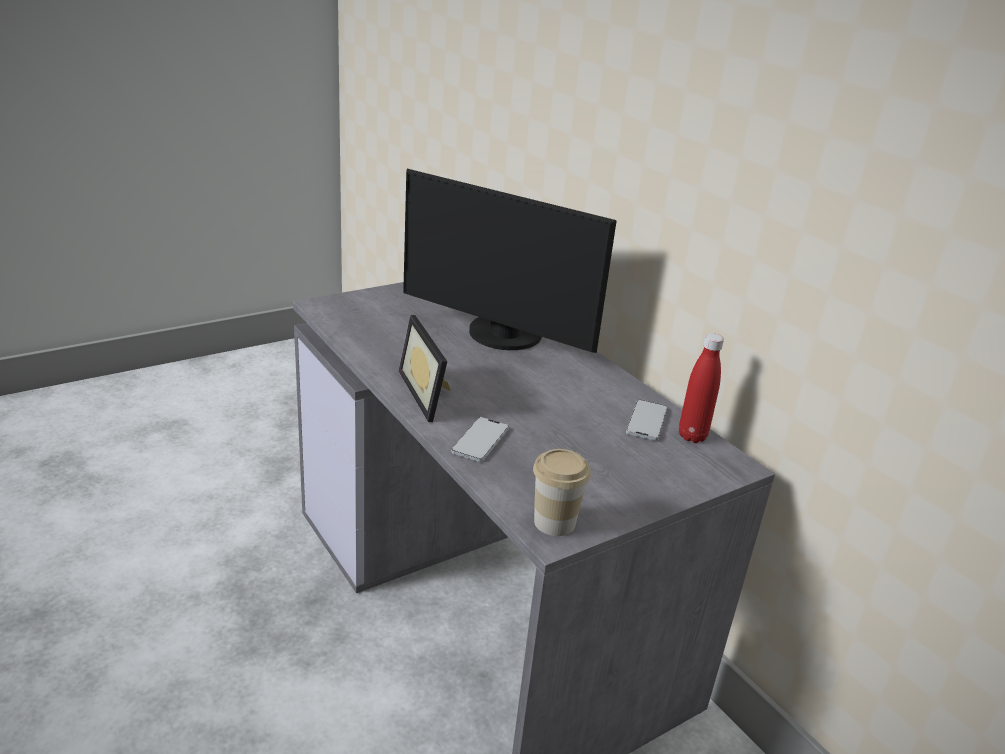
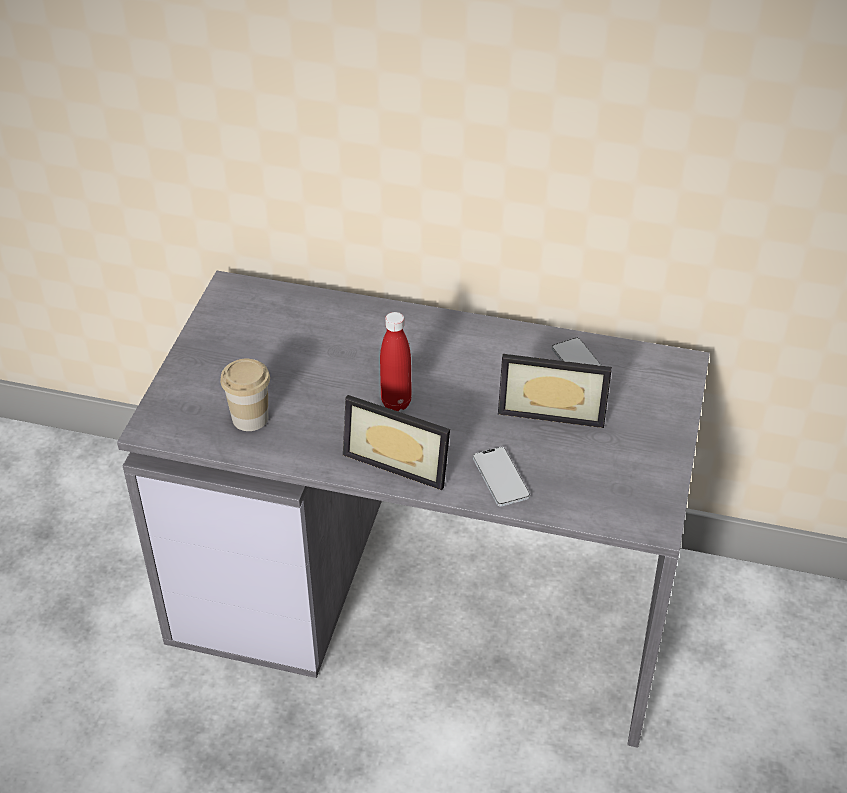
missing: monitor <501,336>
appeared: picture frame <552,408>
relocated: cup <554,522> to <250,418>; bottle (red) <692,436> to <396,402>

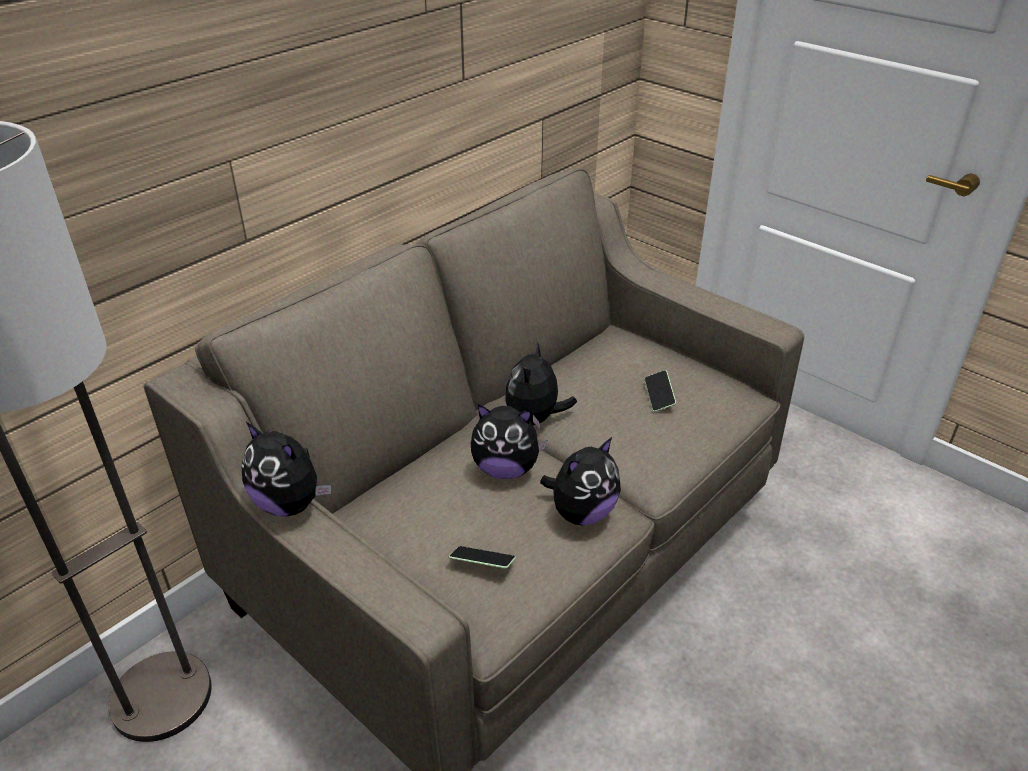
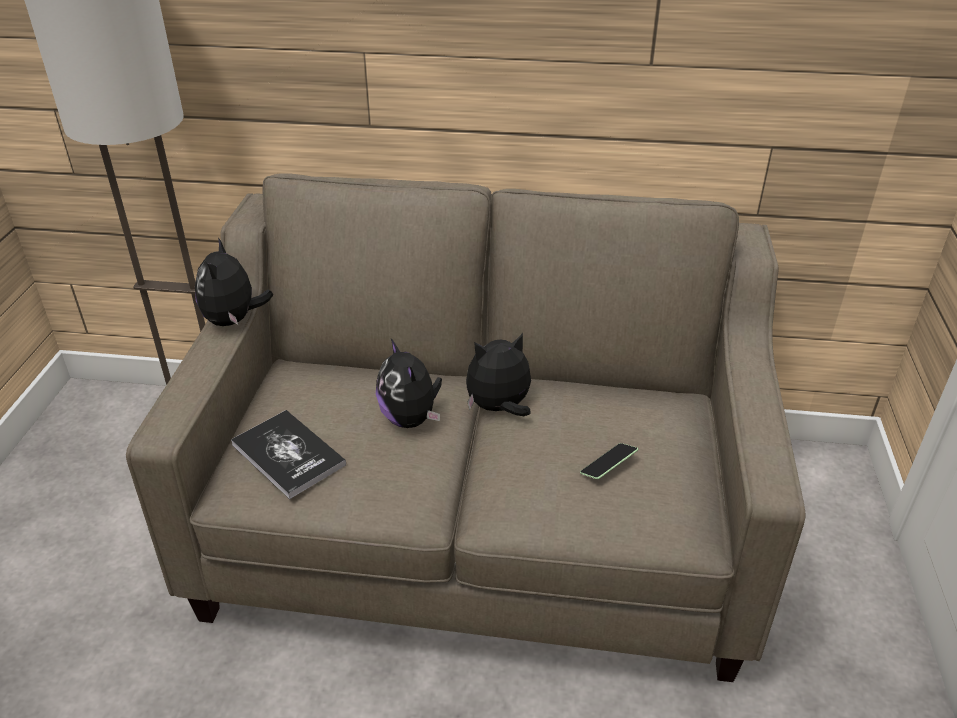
missing: plush toy <582,512>
exchanged: phone <482,563> to book <288,455>

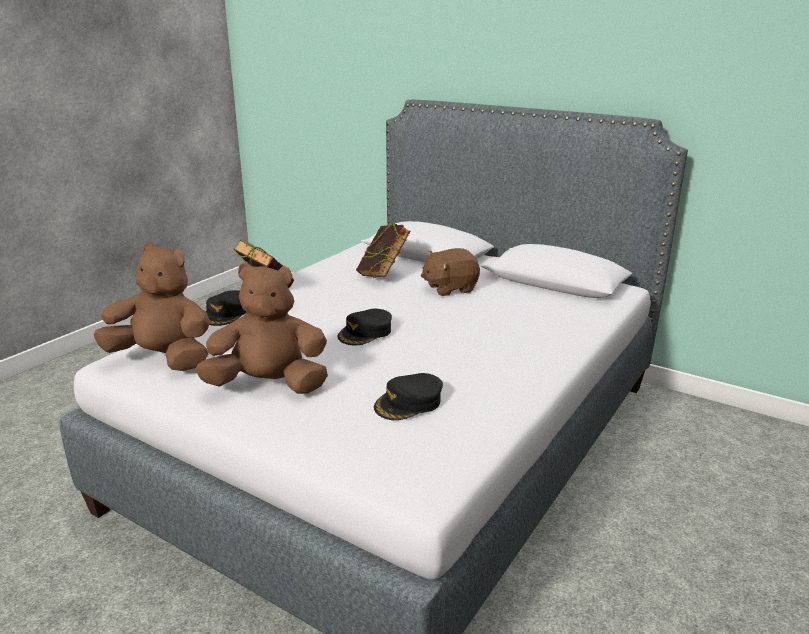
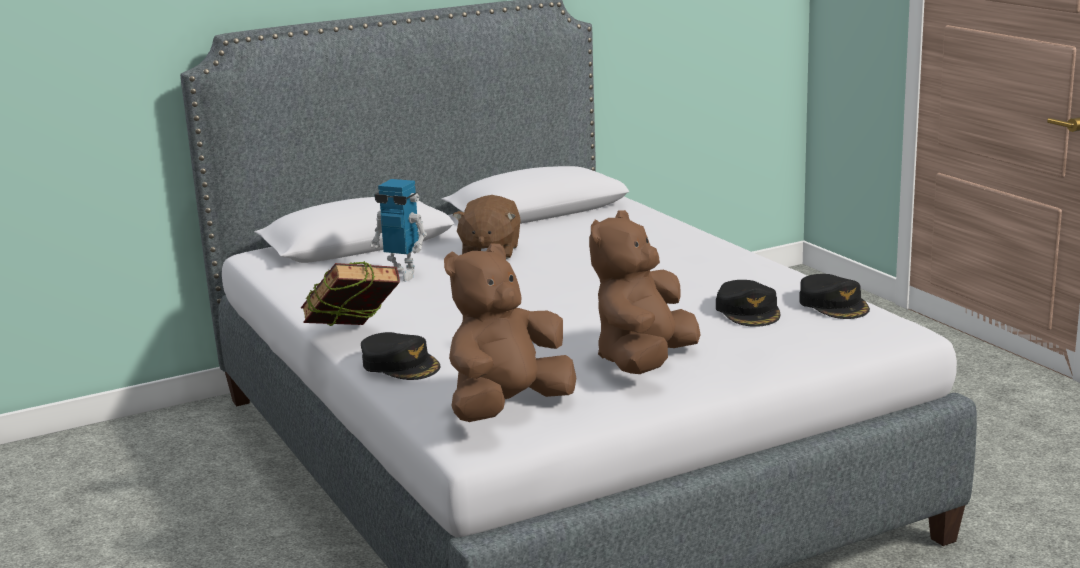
relocated: cap (black) <365,333> to <834,305>
exchanged: book <383,276> to toy robot <401,273>

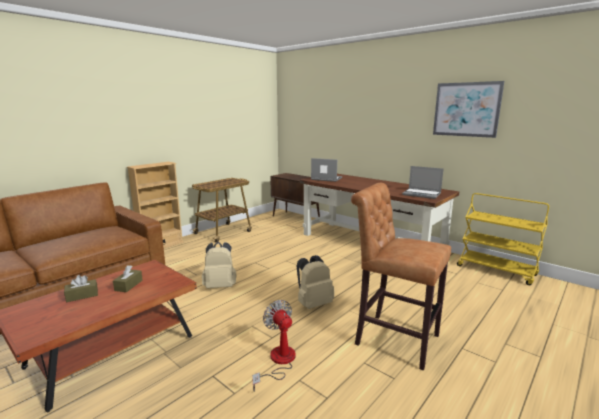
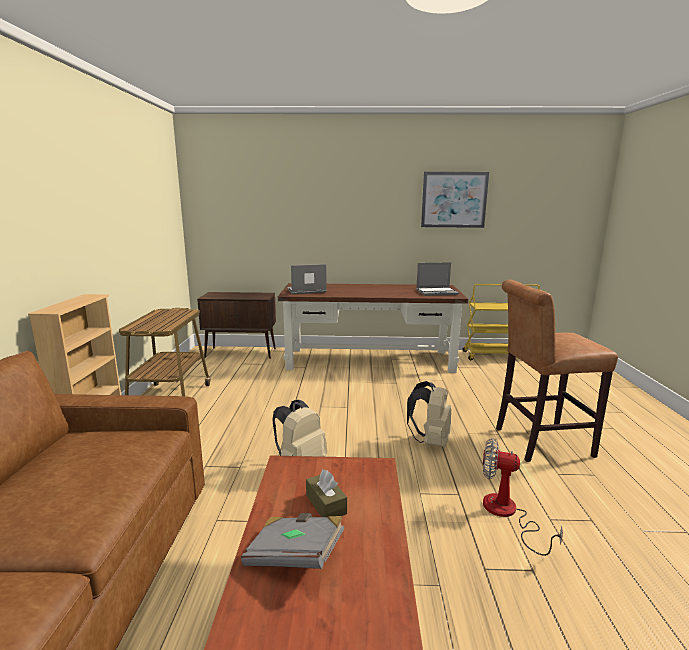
exchanged: tissue box (brown) <82,295> to book (grey) <295,556>

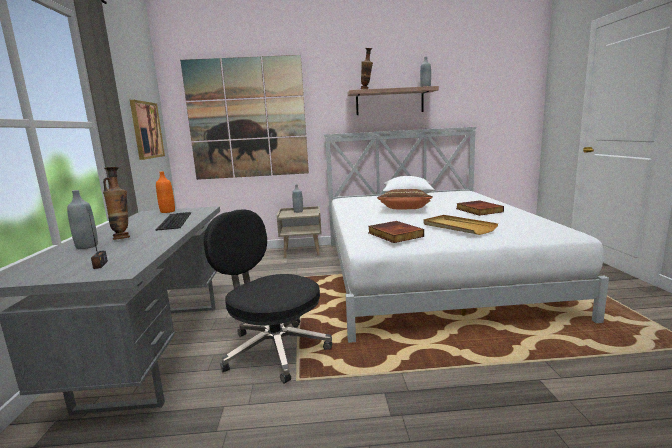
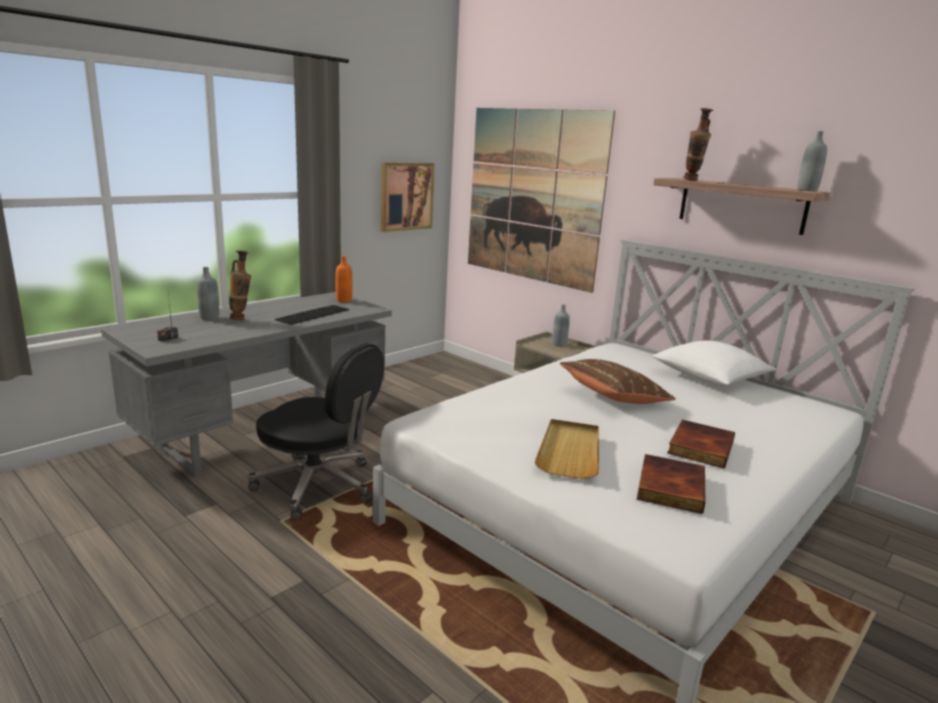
relocated: book <394,234> to <669,486>
spun: office chair (black) <273,349> = <318,486> 120 degrees clockwise

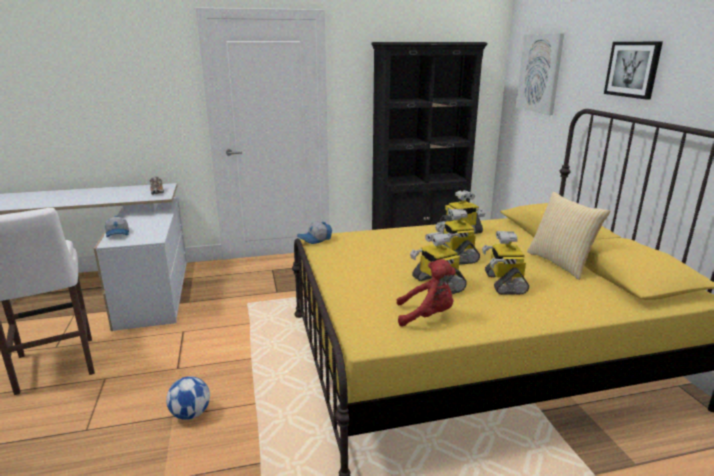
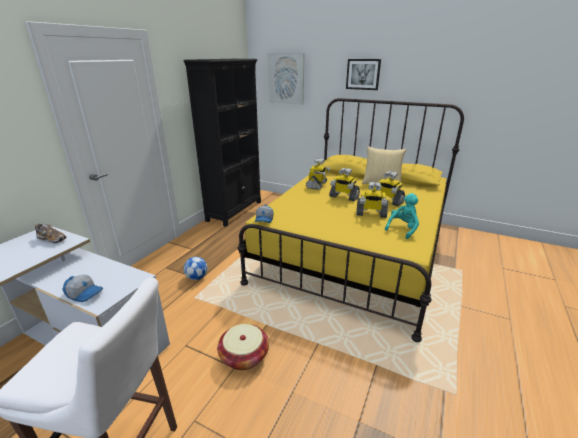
appeared: basket <244,356>
relocated: football <191,414> to <197,277>
colour: plush toy (red) <427,316> to plush toy (turquoise) <402,229>

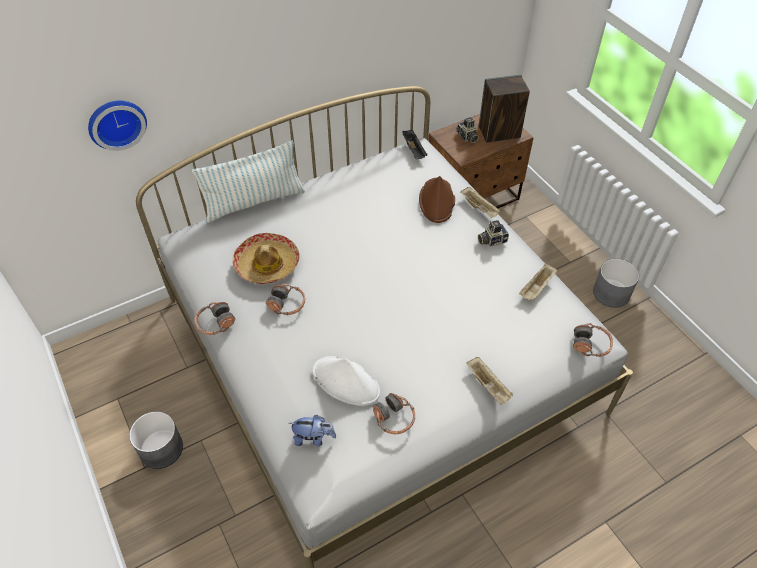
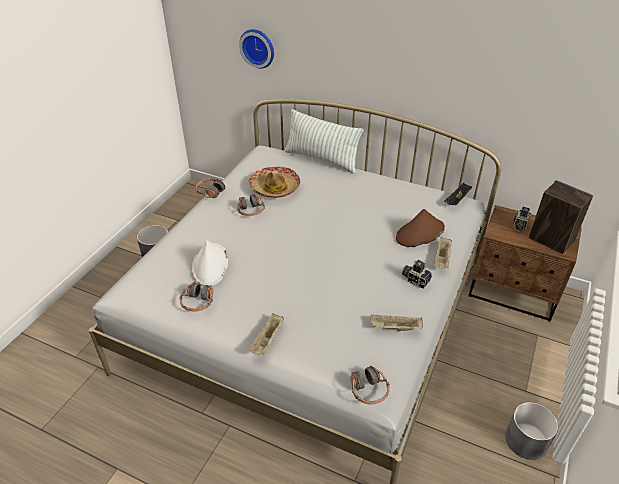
missing: plush toy <313,438>

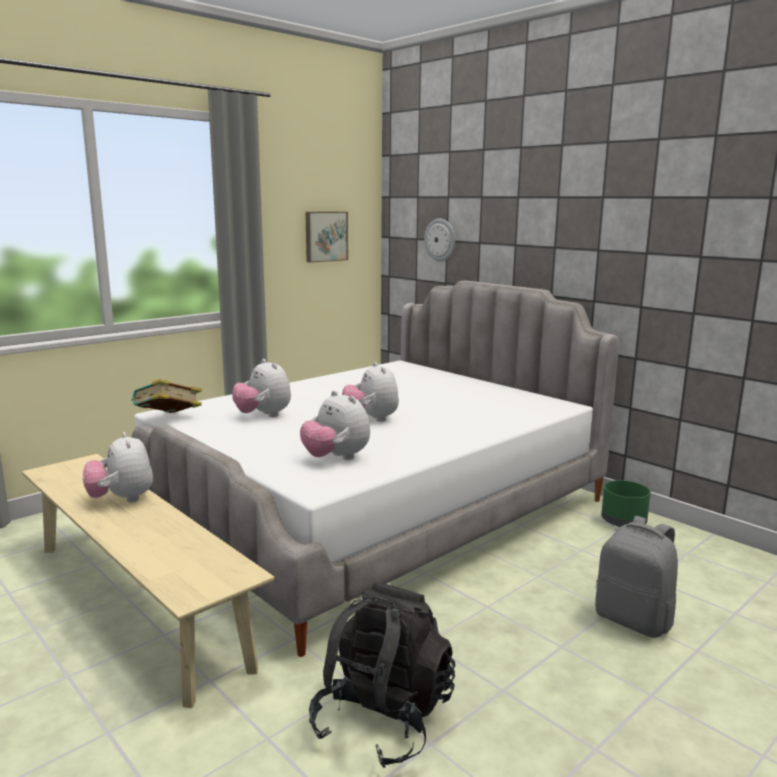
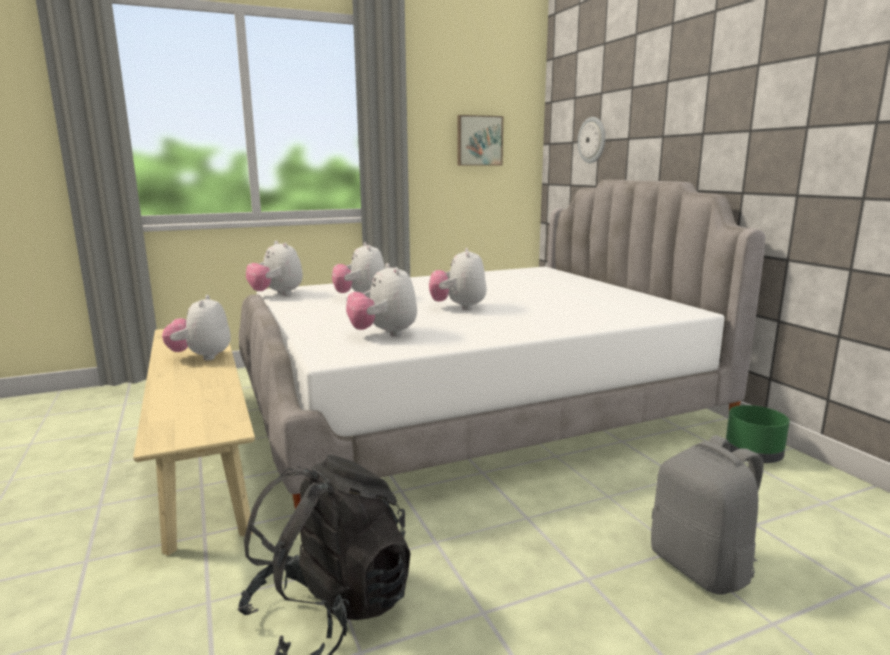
exchanged: book <168,419> to plush toy <277,295>

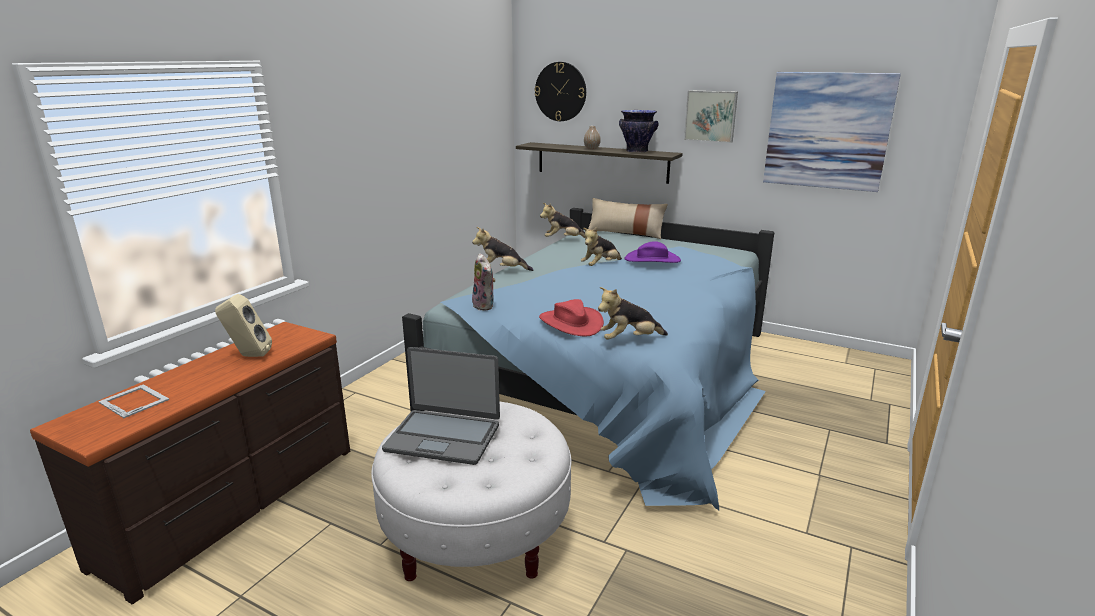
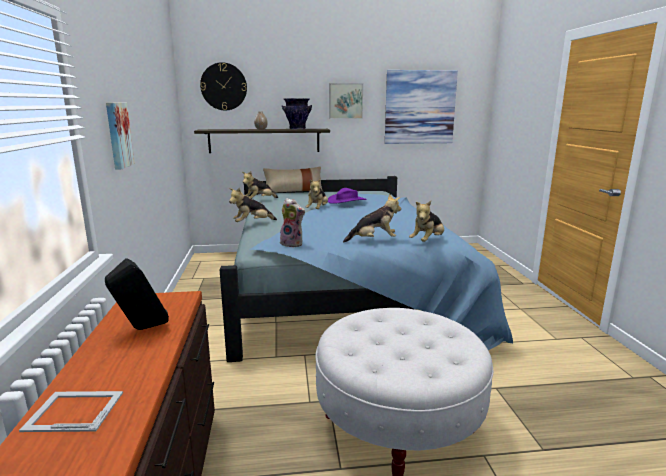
missing: laptop <443,437>
appeared: picture <117,135>
exchanged: hat (red) <570,323> to plush toy <374,240>
colour: speaker (beige) <248,356> to speaker (black) <141,329>

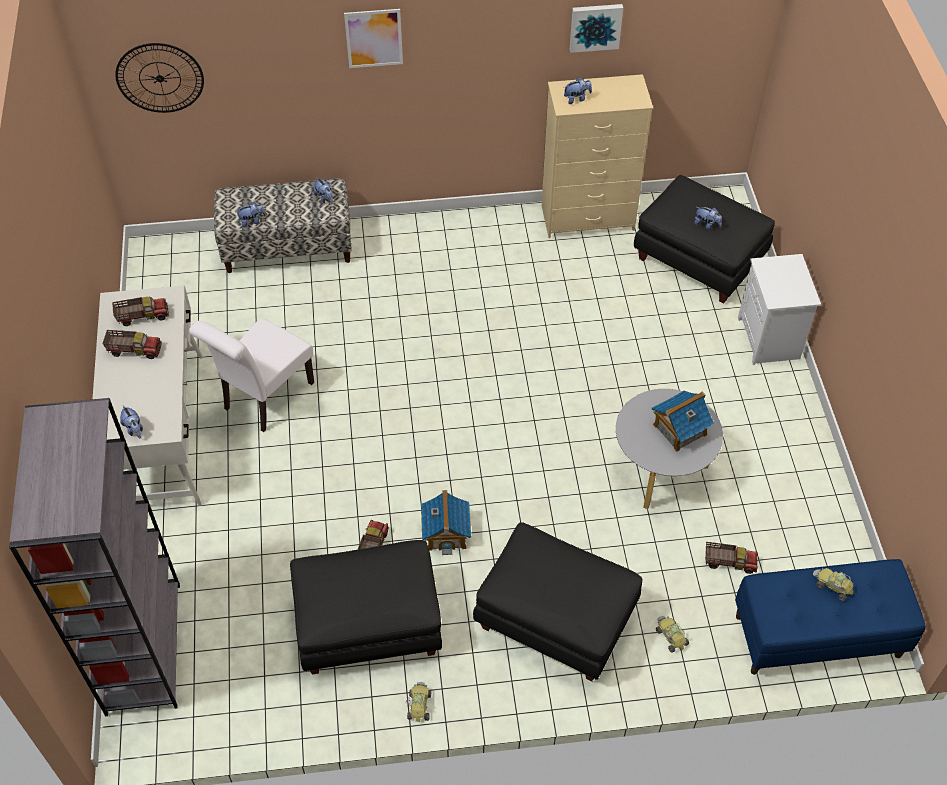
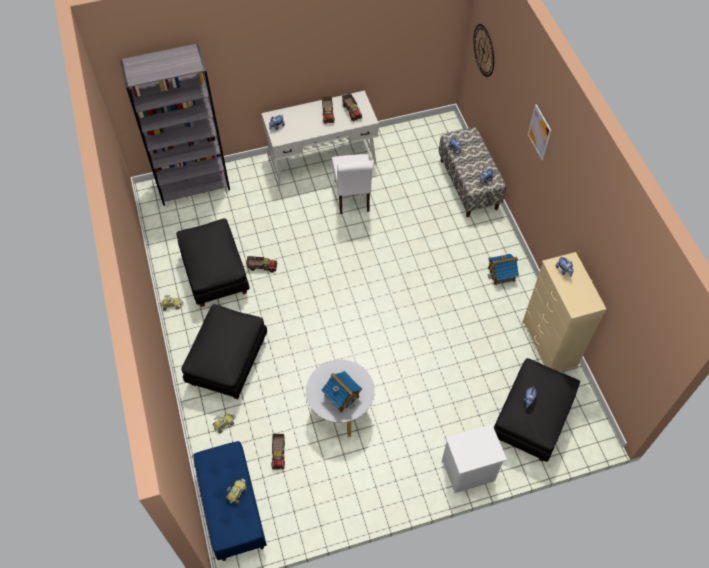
missing: picture <595,26>
relocated: toy house <446,533> to <501,274>
spun: chair (white) <264,399> = <352,198> 120 degrees counterclockwise

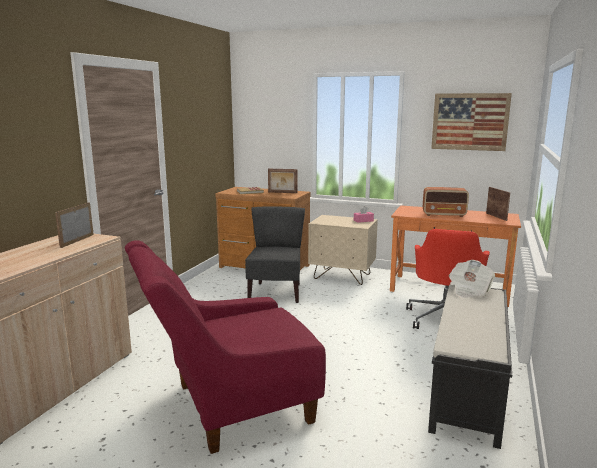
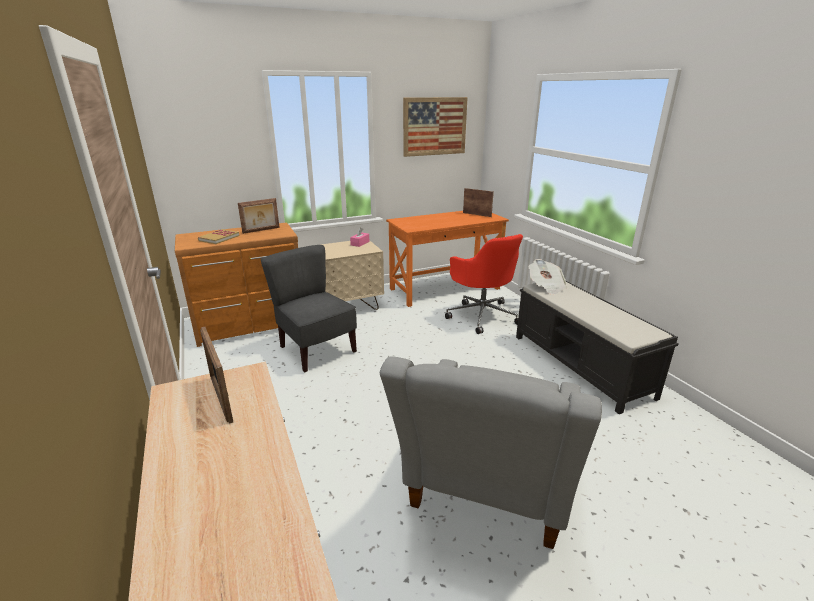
missing: radio <444,214>
colour: armchair (red) <230,407> to armchair (grey) <486,493>

